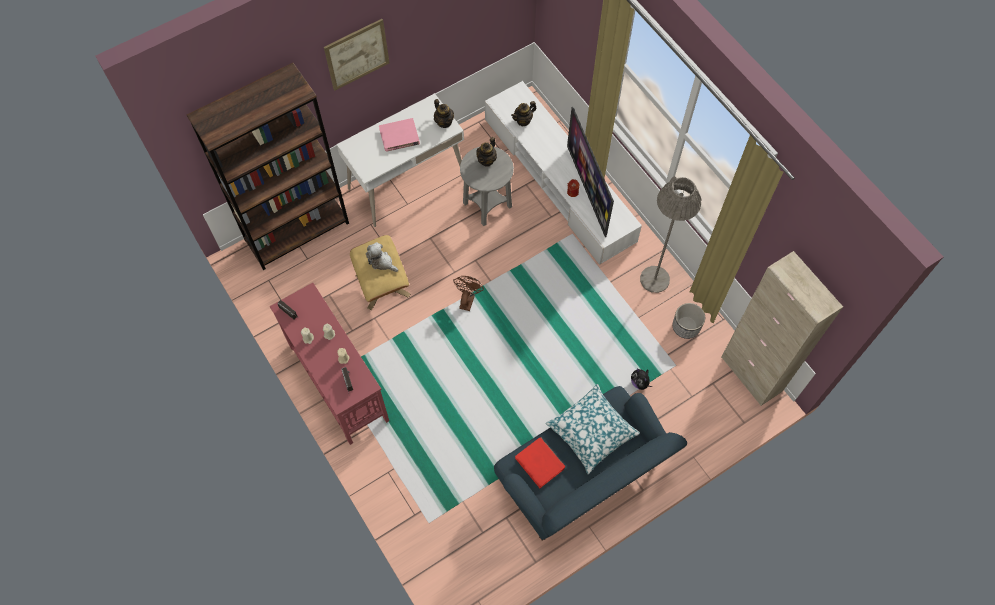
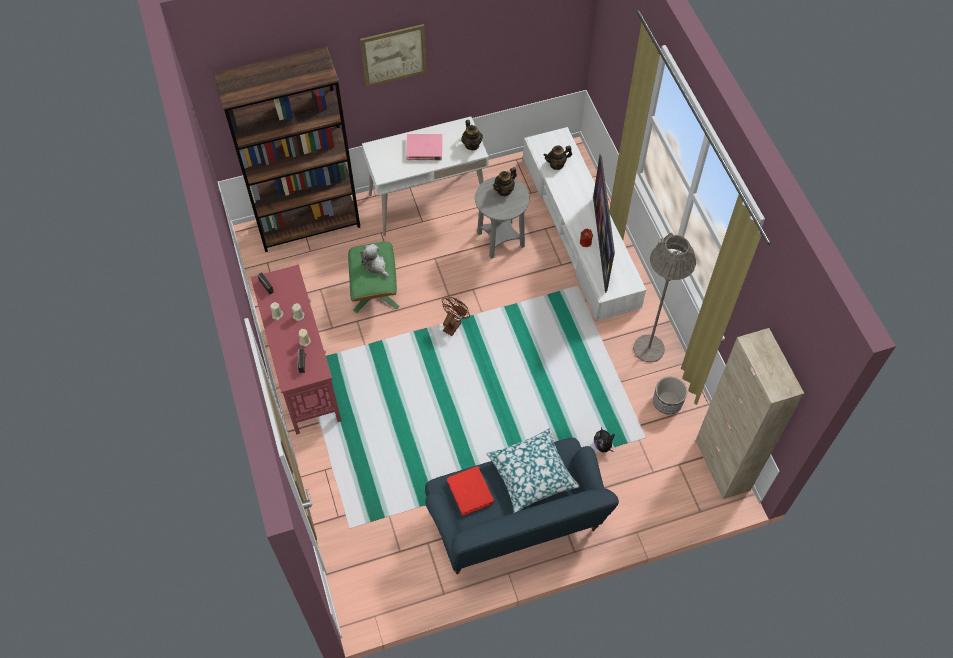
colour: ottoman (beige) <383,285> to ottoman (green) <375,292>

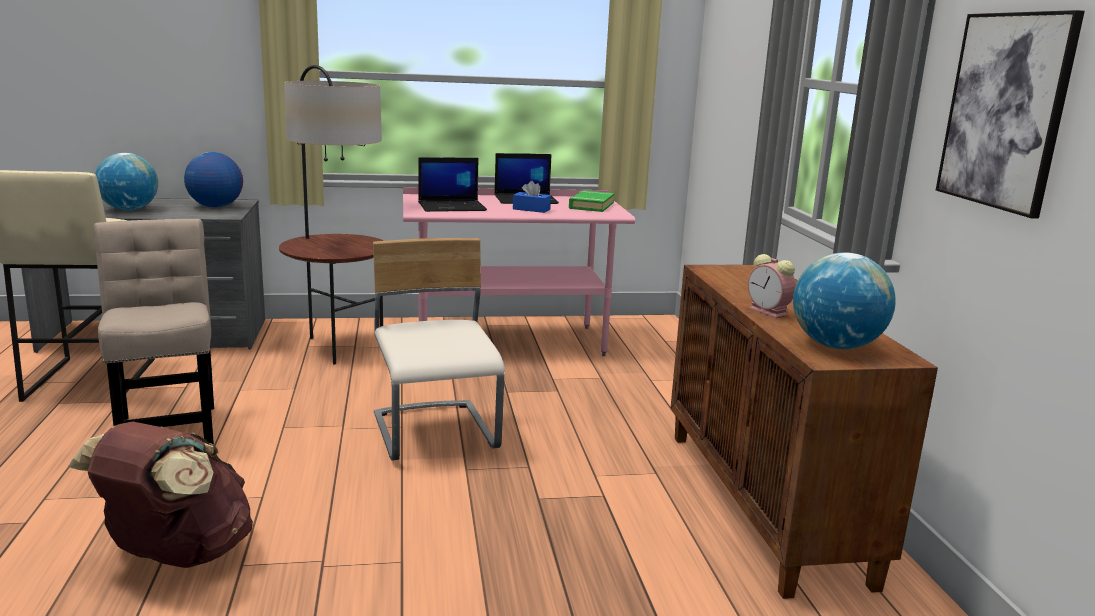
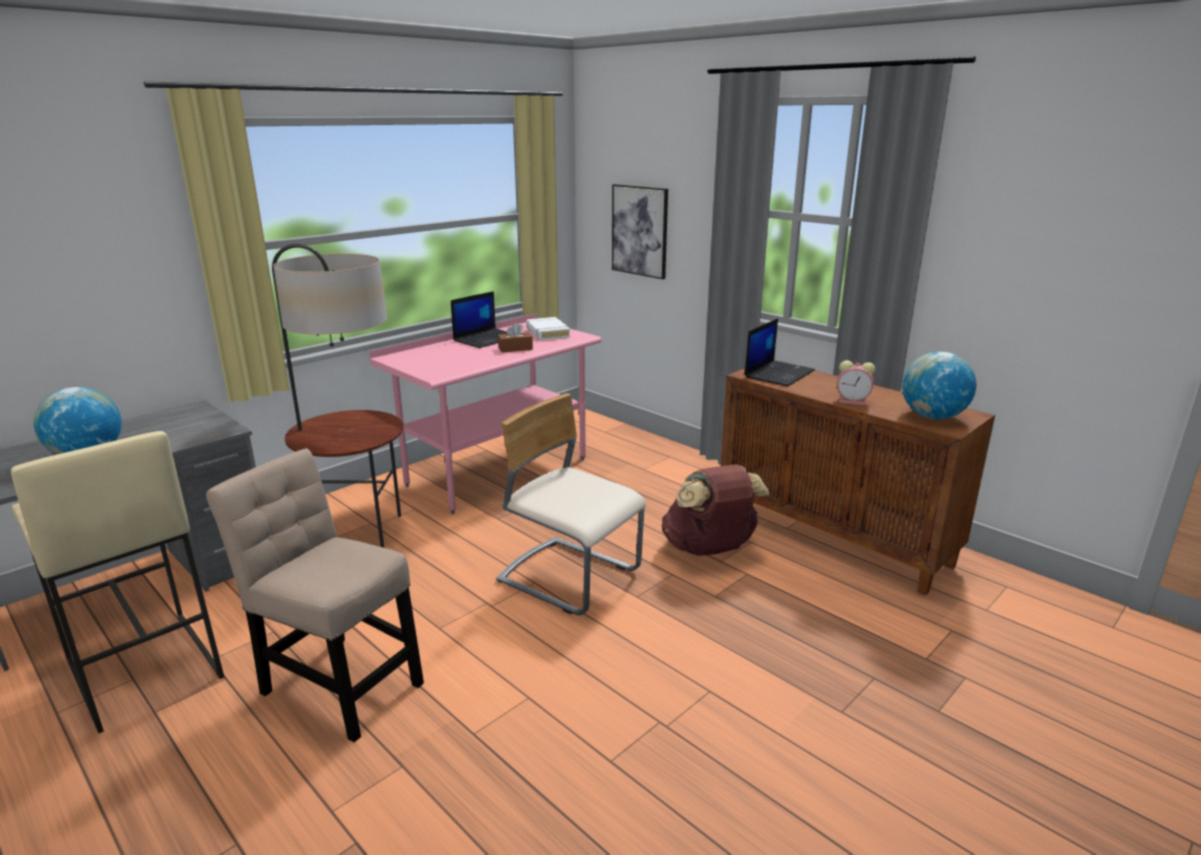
missing: globe <215,207>
relocated: backpack (brown) <176,555> to <710,549>; laptop <452,207> to <779,373>; picture <1005,111> to <640,231>
colour: tissue box (blue) <531,209> to tissue box (brown) <515,348>; book (green) <591,206> to book (white) <547,333>

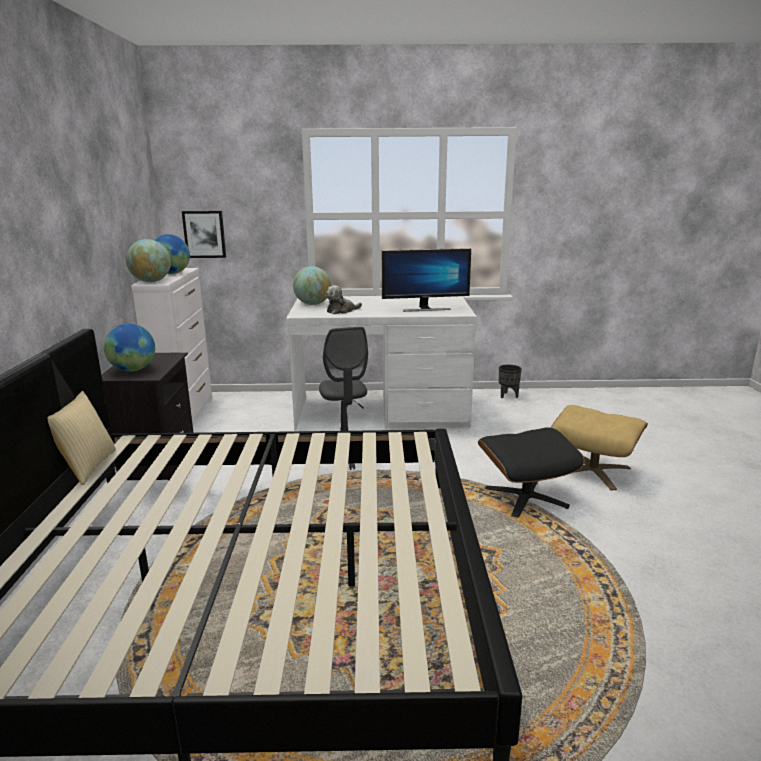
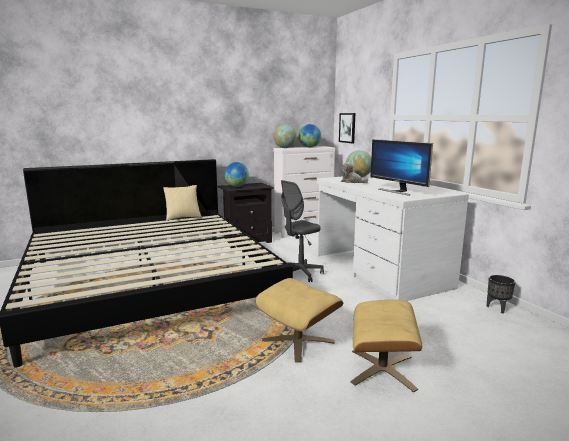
colour: ottoman (black) <525,497> to ottoman (beige) <298,341>

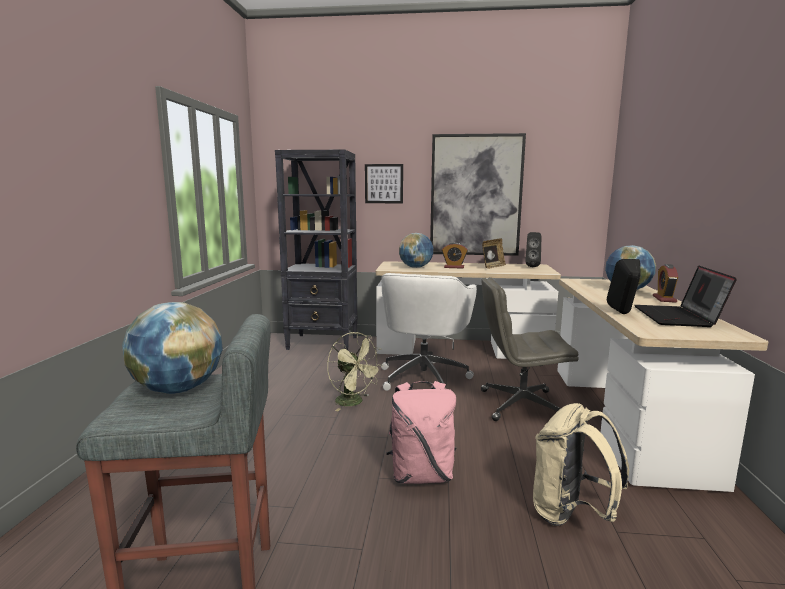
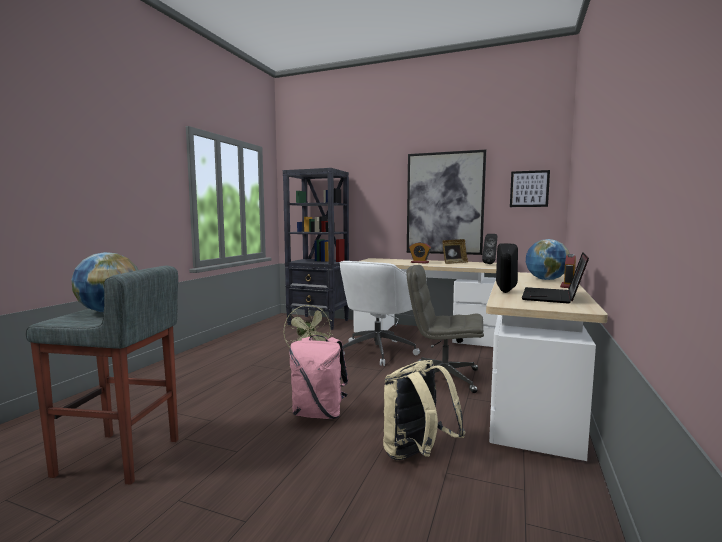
missing: globe <416,267>
relocated: picture <384,183> to <529,189>

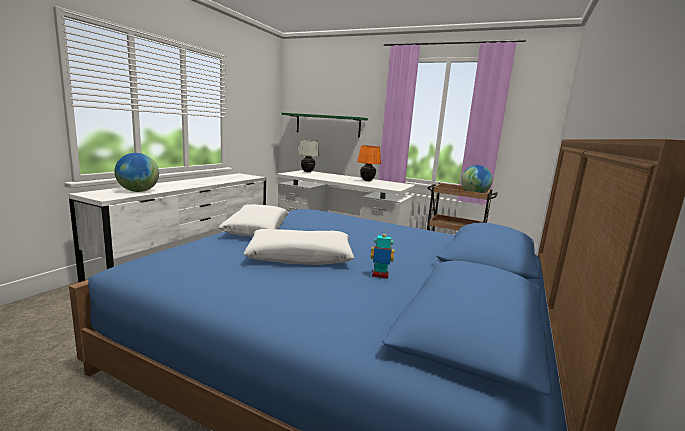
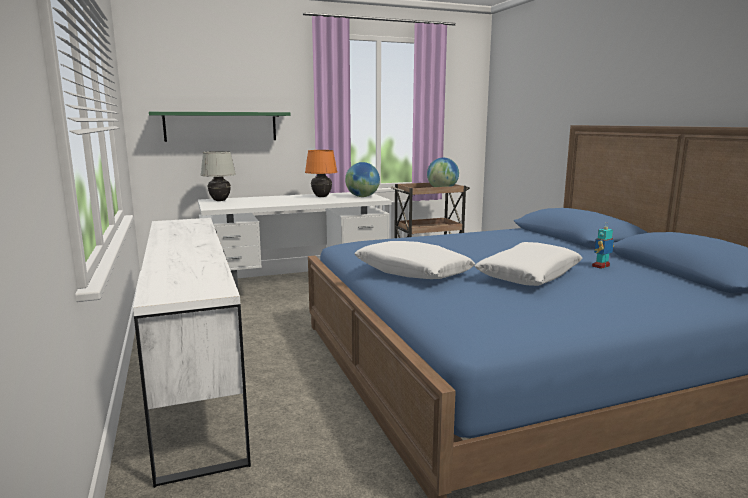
relocated: globe <138,191> to <362,197>

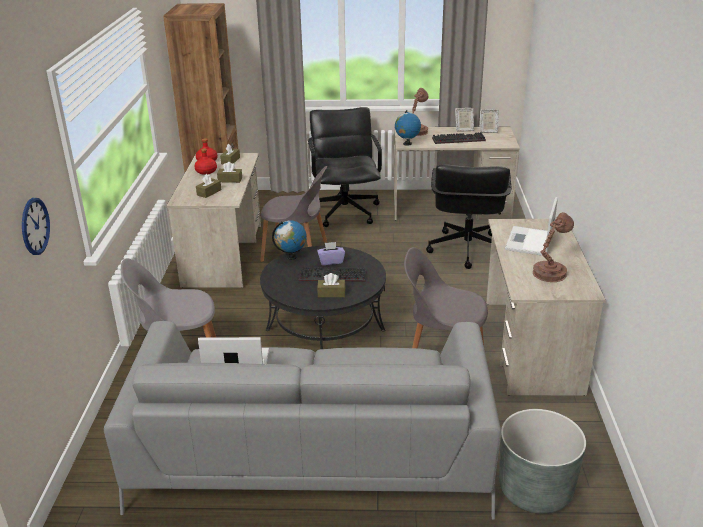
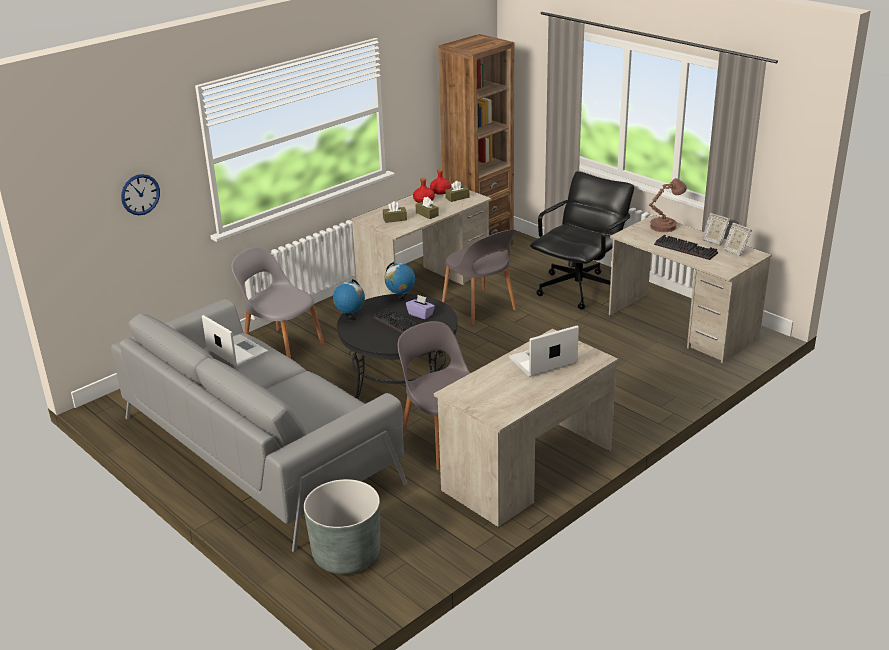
missing: tissue box (brown) <331,293>; office chair (black) <466,249>; table lamp (brown) <550,272>
relocated: globe <407,144> to <350,318>

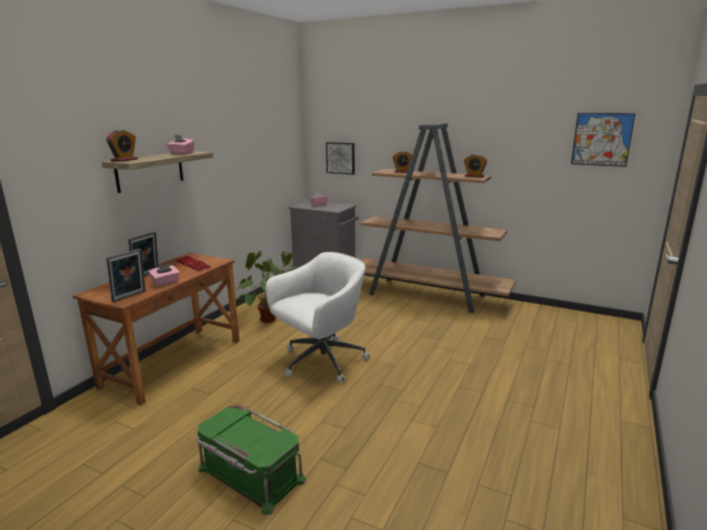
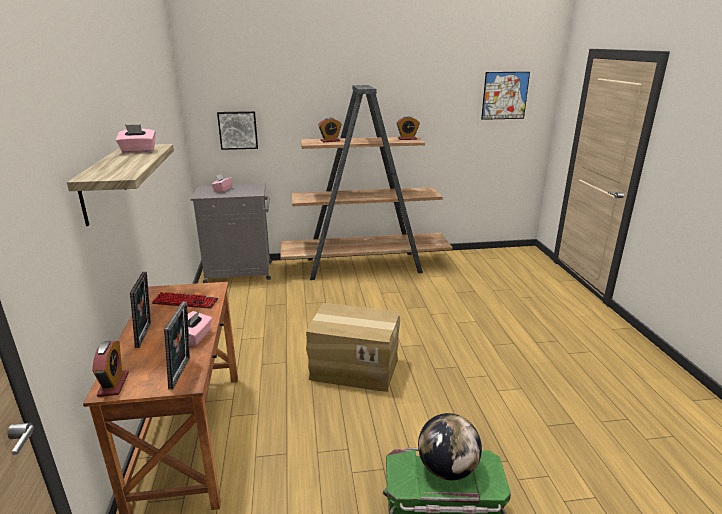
missing: potted plant <269,316>
appeared: globe <447,469>
relocated: alarm clock <124,160> to <113,384>
exchanged: office chair (white) <321,361> to cardboard box <354,367>

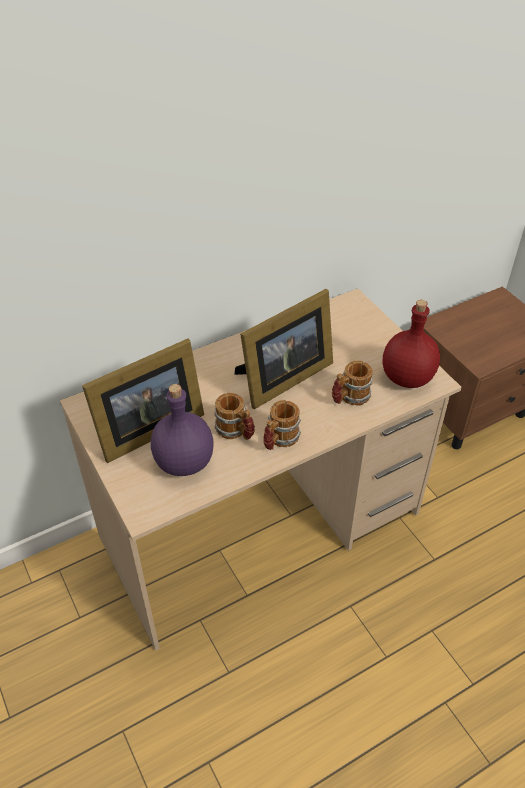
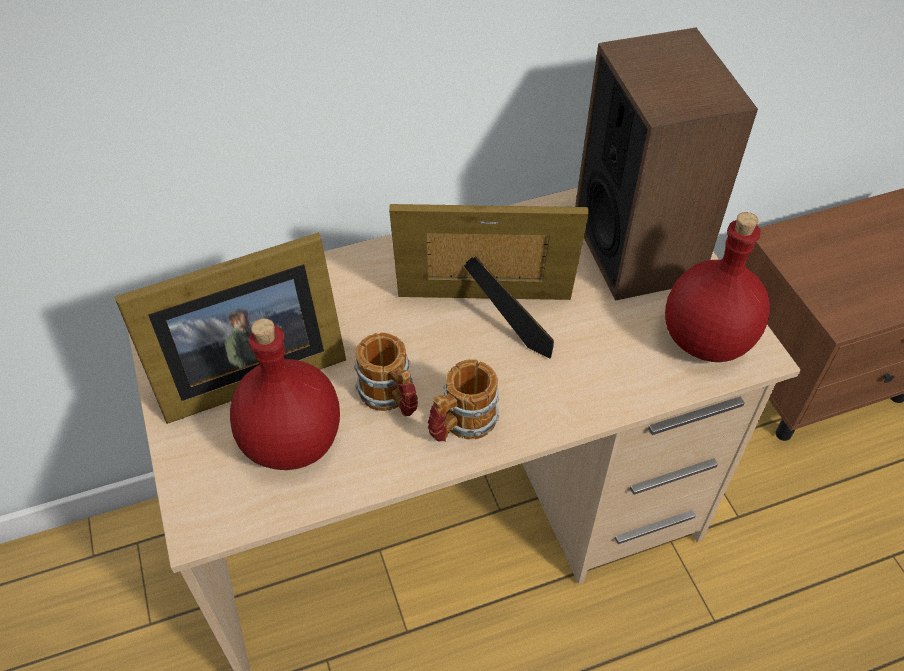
missing: mug <349,398>
appeared: speaker <637,248>
colour: bottle (purple) <183,462> to bottle (red) <290,441>
spun: picture frame <282,379> = <490,313> 150 degrees counterclockwise

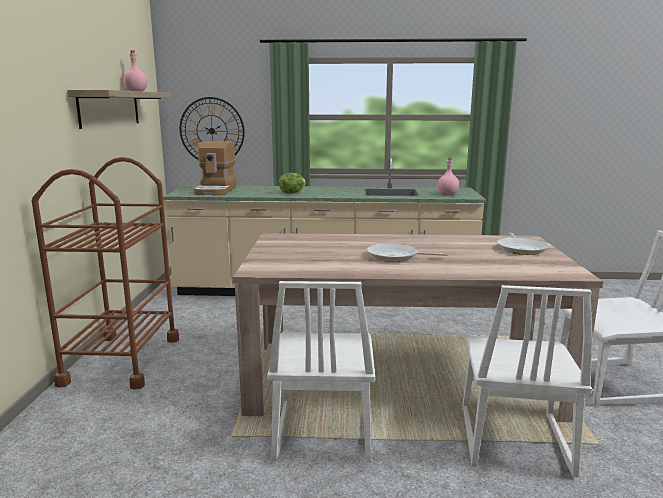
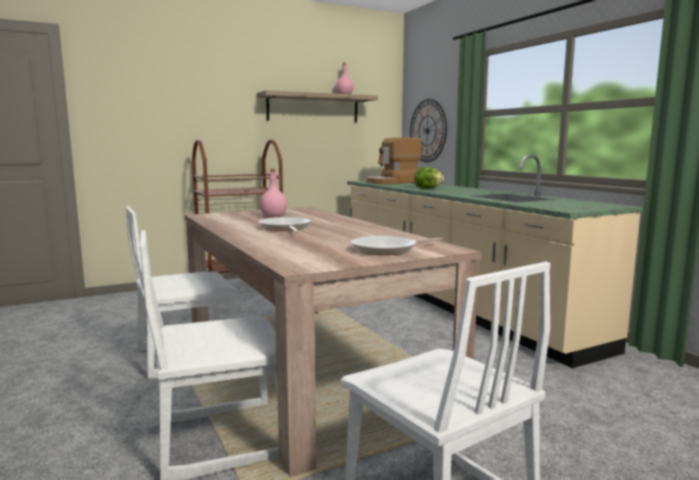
relocated: bottle (pink) <448,194> to <273,217>

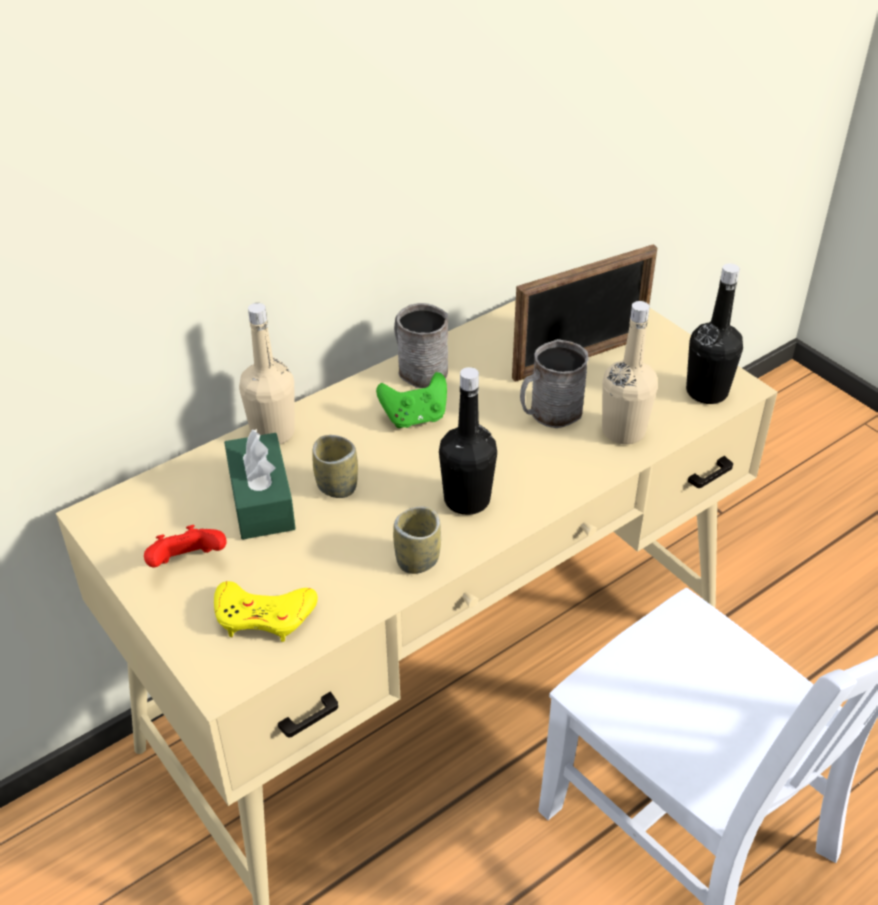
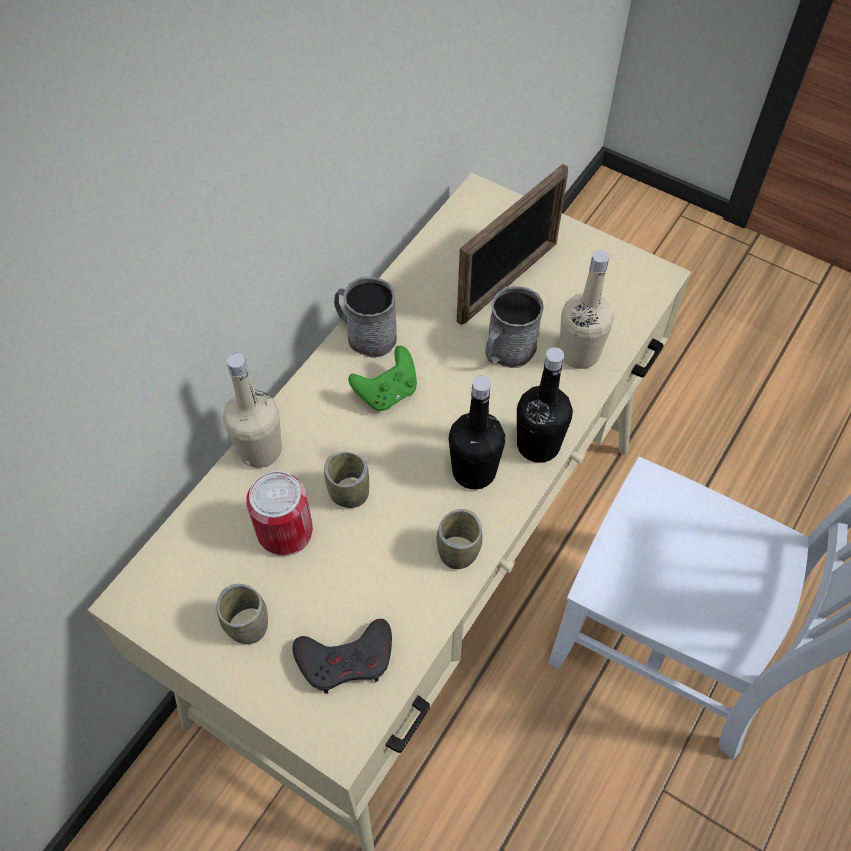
relocated: bottle (black) <707,392> to <538,445>
exchanged: game controller (red) <188,563> to cup <247,625>; tissue box (green) <261,500> to can <285,531>
colour: game controller (yellow) <264,616> to game controller (grey) <346,659>

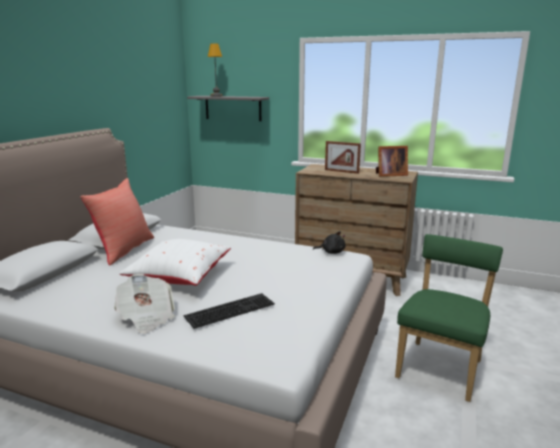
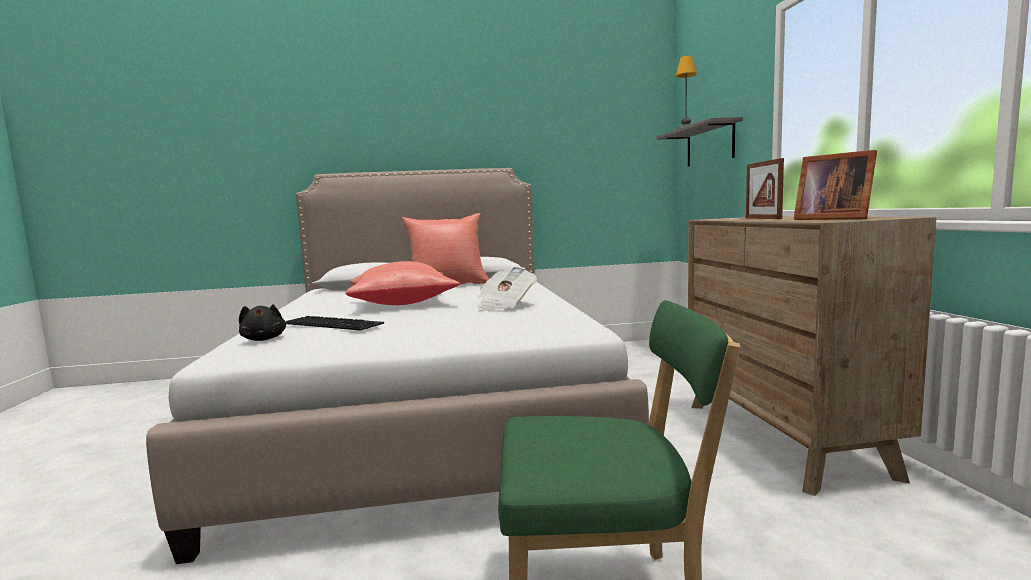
relocated: newspaper <146,317> to <505,305>; plush toy (black) <331,252> to <264,339>
colour: pillow (white) <179,277> to pillow (red) <402,303>

